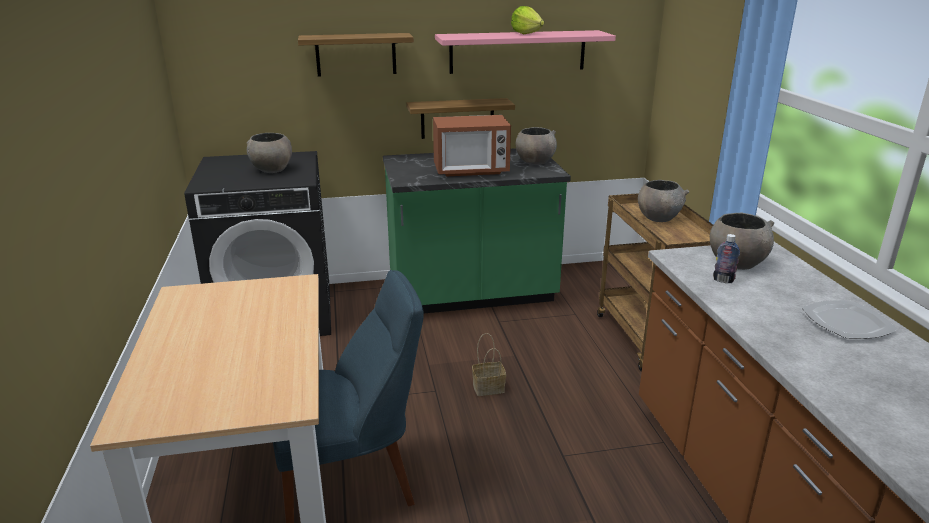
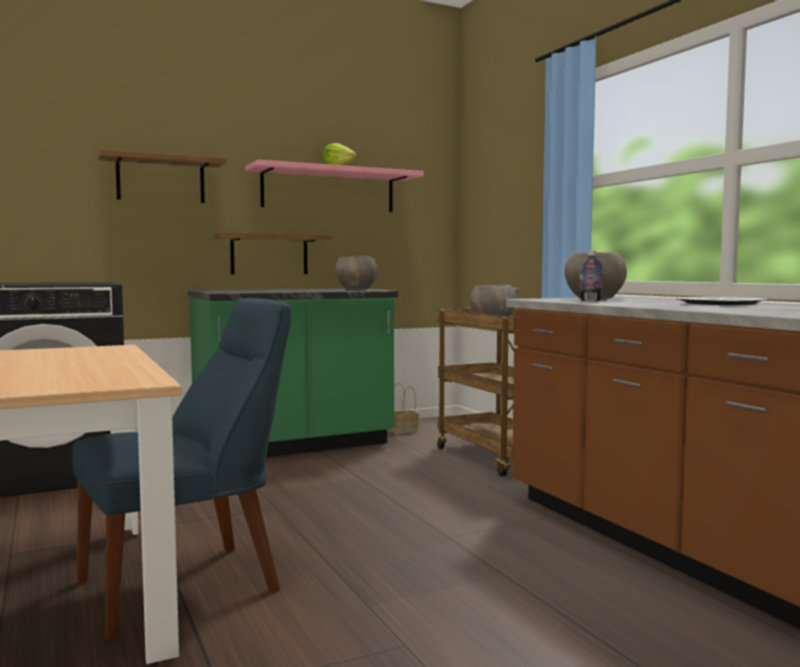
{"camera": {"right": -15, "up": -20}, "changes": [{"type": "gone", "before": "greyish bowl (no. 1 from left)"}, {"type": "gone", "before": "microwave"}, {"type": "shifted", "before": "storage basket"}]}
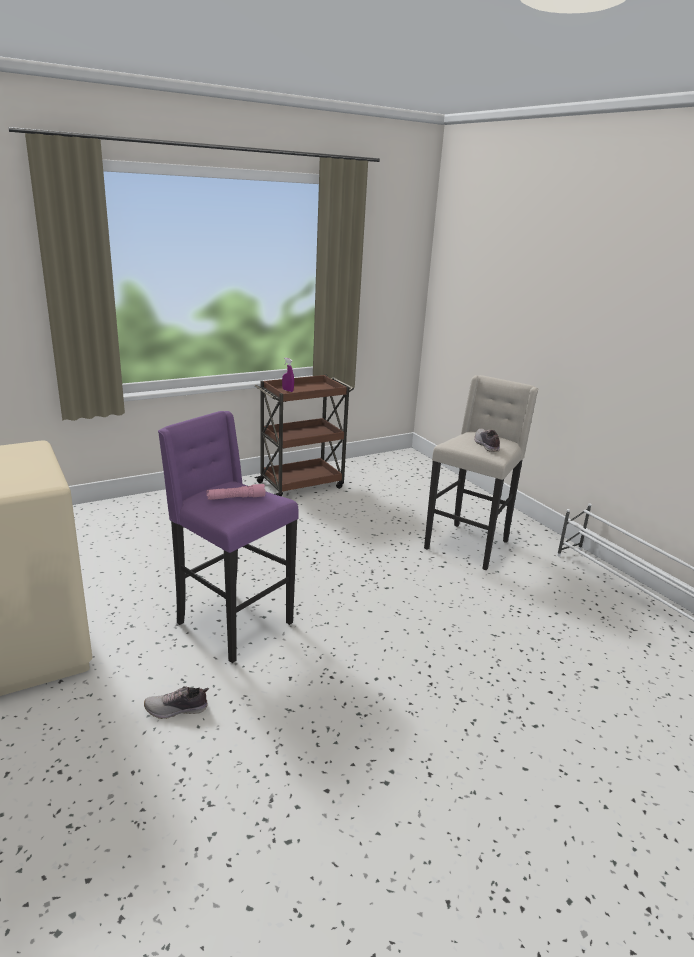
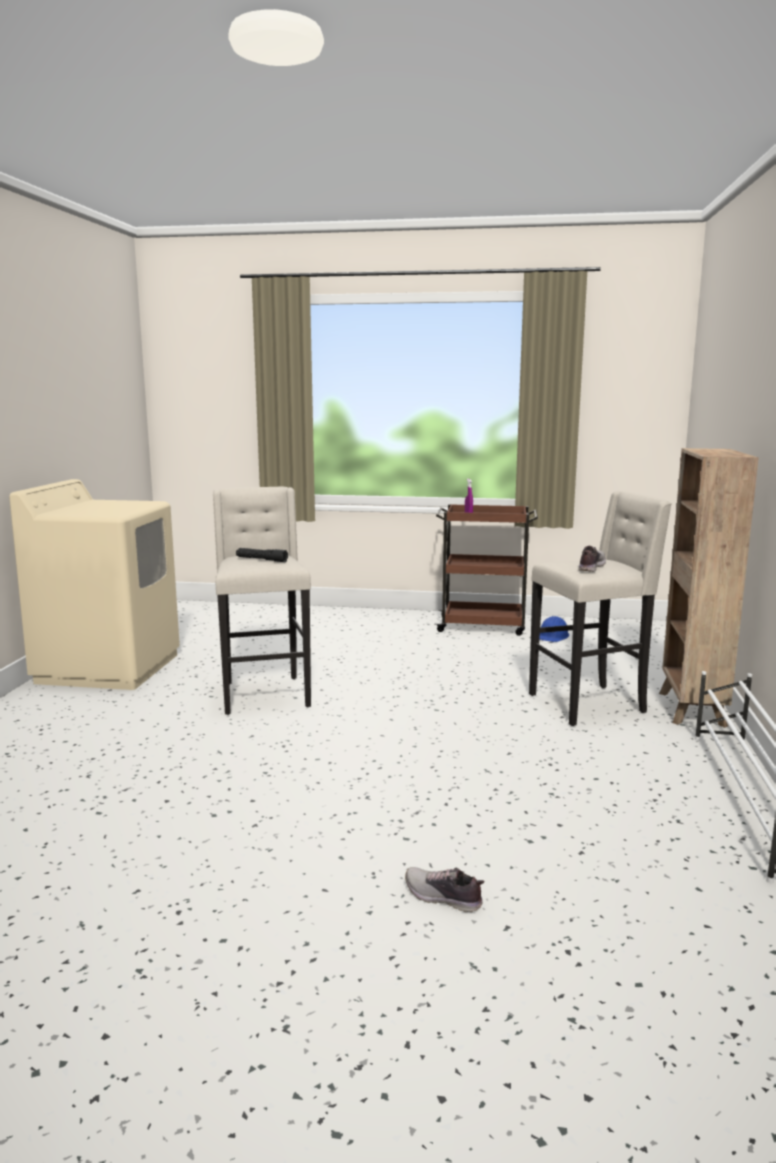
{"camera": {"right": 40, "up": -10}, "changes": [{"type": "new", "after": "bluish hard hat"}, {"type": "new", "after": "brownish bookshelf"}, {"type": "shifted", "before": "low shoe (no. 1 from left)"}, {"type": "repainted", "before": "purple-coloured stool", "after": "beige-coloured stool (no. 1 from left)"}, {"type": "repainted", "before": "pink torch", "after": "black-coloured torch"}]}
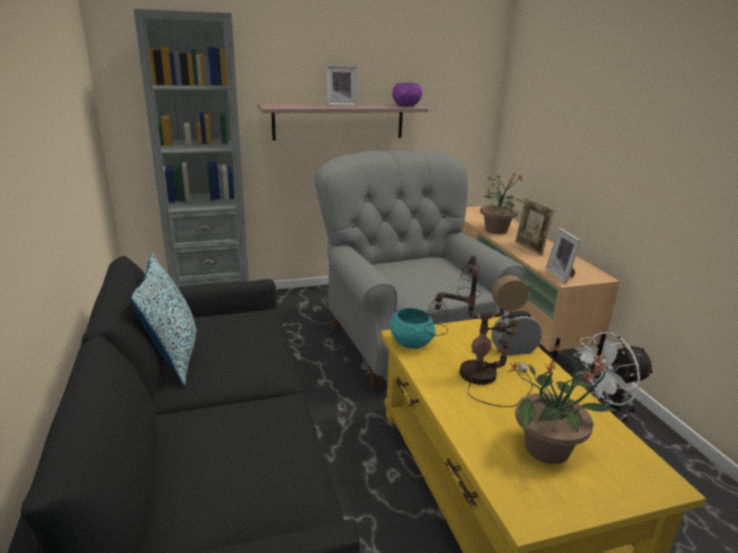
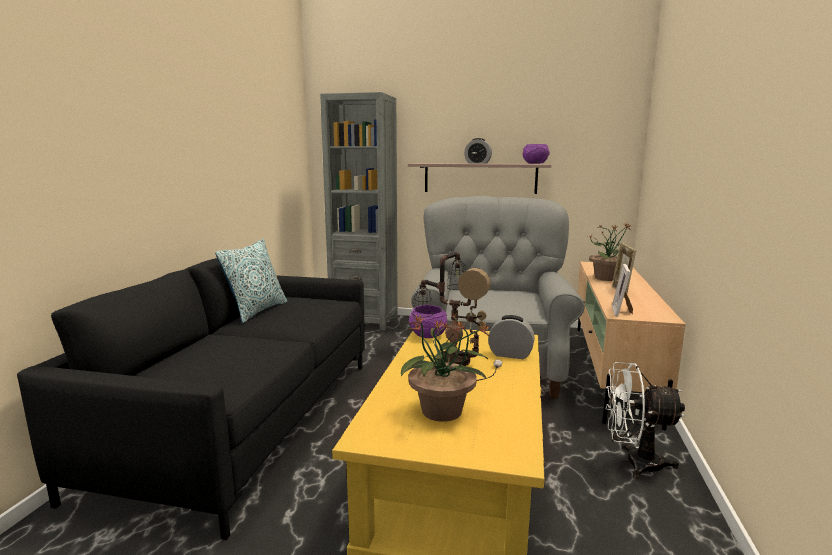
{"camera": {"right": 30, "up": -10}, "changes": [{"type": "swapped", "before": "photo frame (no. 1 from left)", "after": "table clock (no. 1 from left)"}, {"type": "repainted", "before": "blue-green bowl", "after": "purple-coloured bowl (no. 1 from left)"}]}
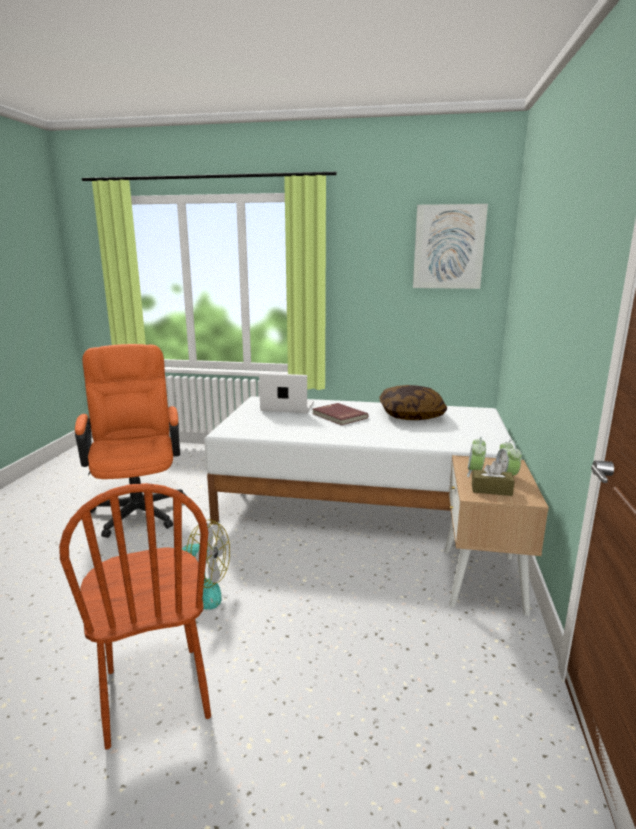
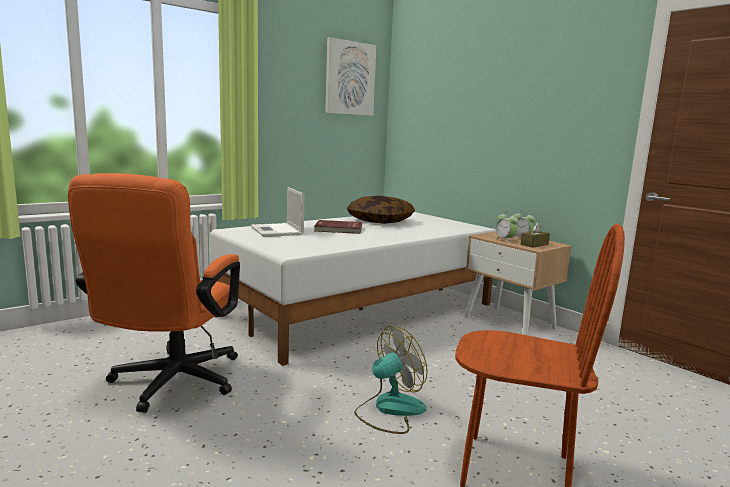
{"camera": {"right": -50, "up": -5}, "changes": [{"type": "rotated", "before": "orangey office chair", "turn": -105}, {"type": "rotated", "before": "notebook computer", "turn": -75}]}
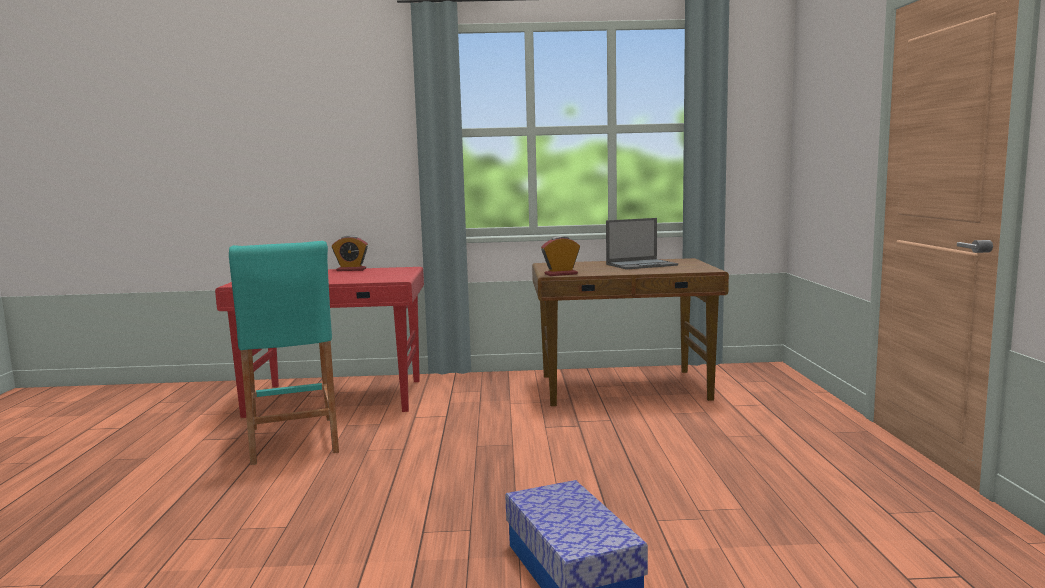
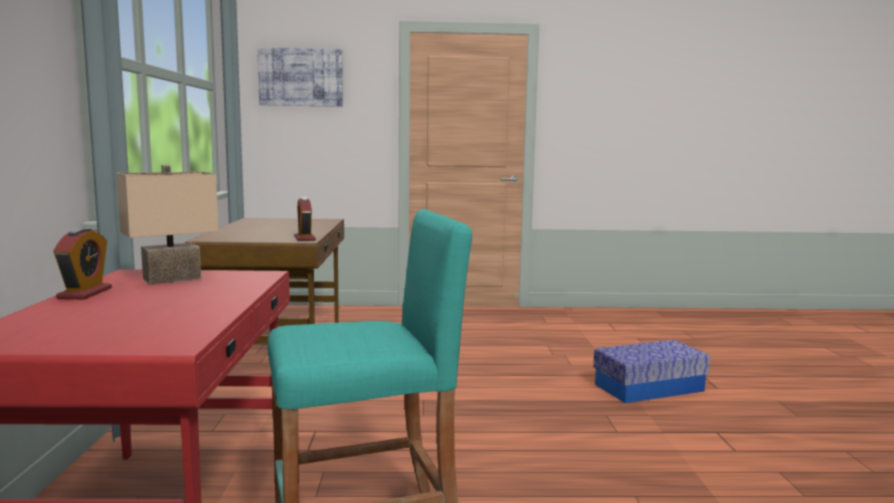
{"camera": {"right": -90, "up": 0}, "changes": [{"type": "gone", "before": "notebook computer"}, {"type": "new", "after": "beige-coloured table lamp"}, {"type": "new", "after": "wall picture"}]}
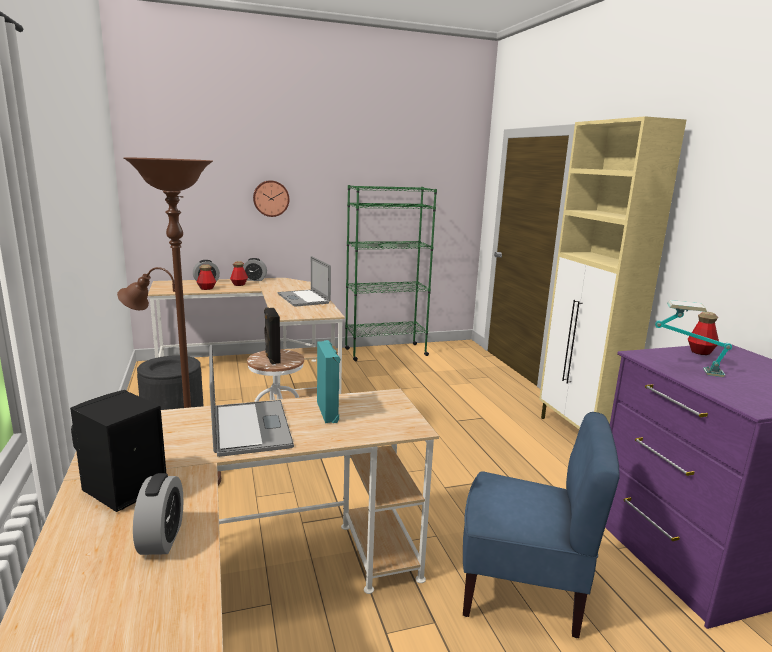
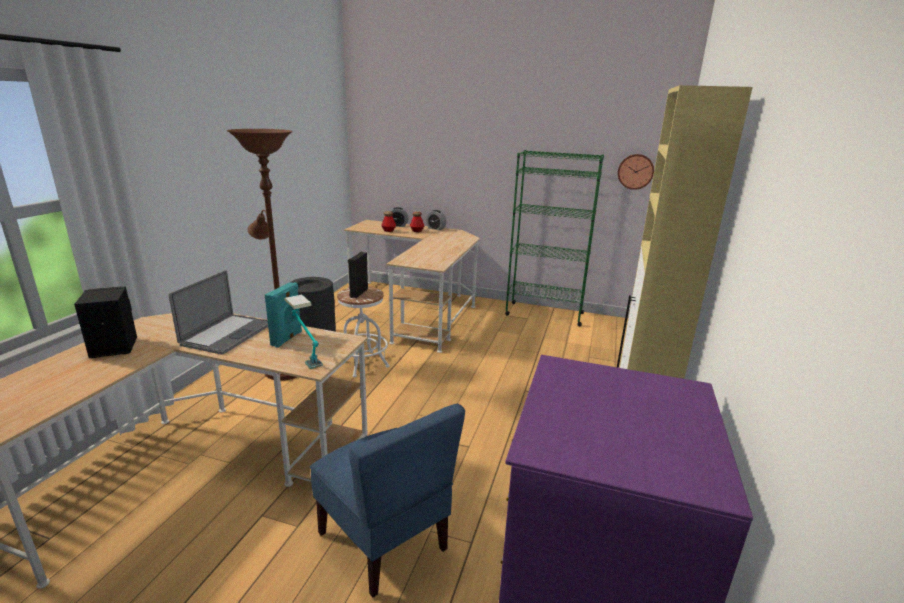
{"camera": {"right": 35, "up": 5}, "changes": [{"type": "gone", "before": "table clock (no. 1 from left)"}, {"type": "gone", "before": "notebook computer (no. 2 from left)"}, {"type": "gone", "before": "bottle (no. 3 from left)"}, {"type": "shifted", "before": "hanging clock"}, {"type": "shifted", "before": "table lamp"}]}
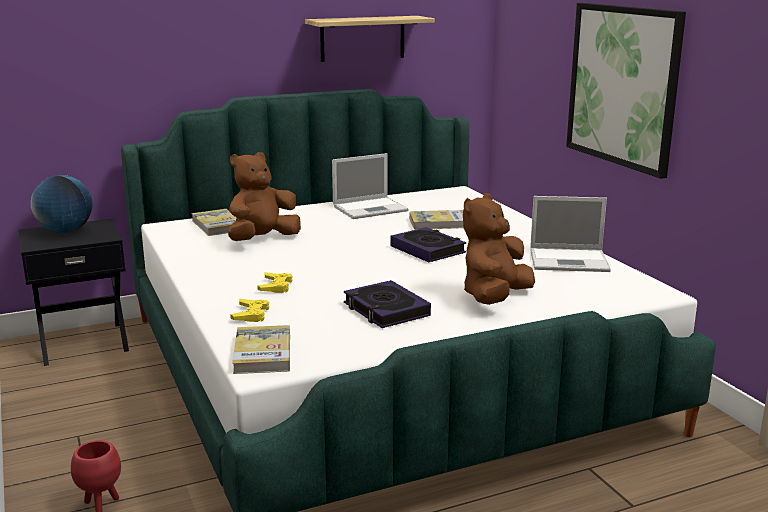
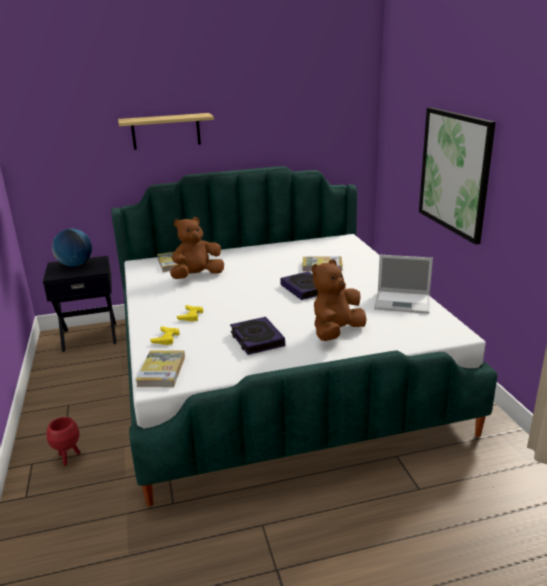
{"camera": {"right": 10, "up": 5}, "changes": [{"type": "gone", "before": "notebook computer (no. 1 from left)"}, {"type": "shifted", "before": "bracket shelf"}]}
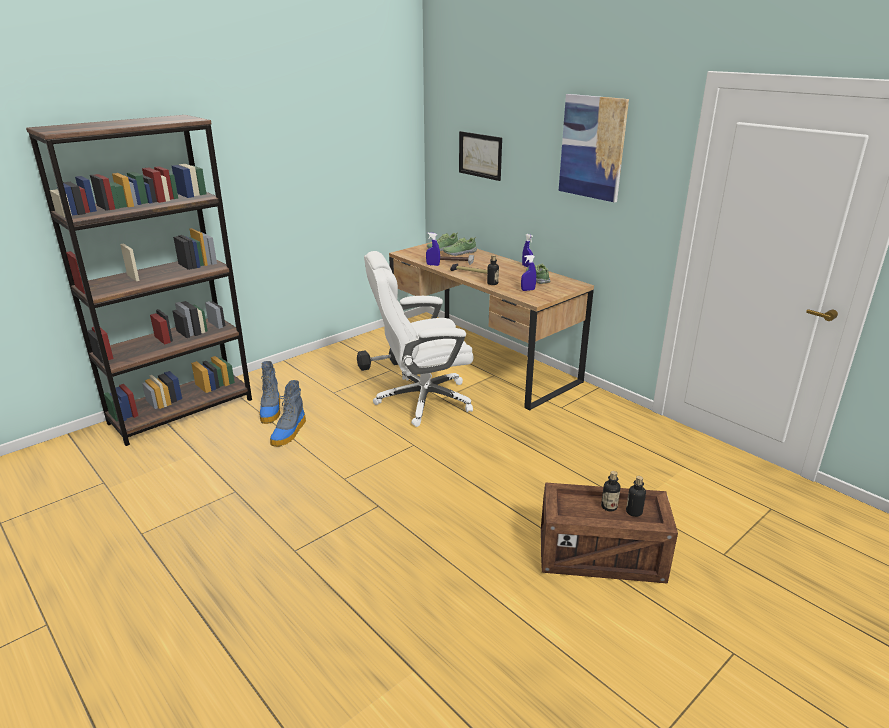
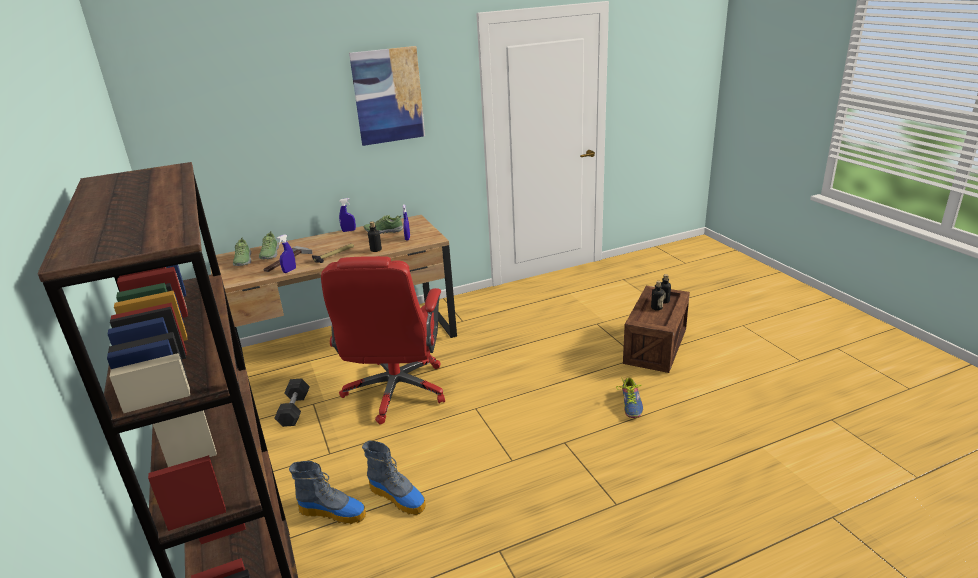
{"camera": {"right": -70, "up": 0}, "changes": [{"type": "gone", "before": "wall picture (no. 1 from left)"}, {"type": "new", "after": "low shoe (no. 4 from left)"}, {"type": "repainted", "before": "whitish office chair", "after": "red-coloured office chair"}]}
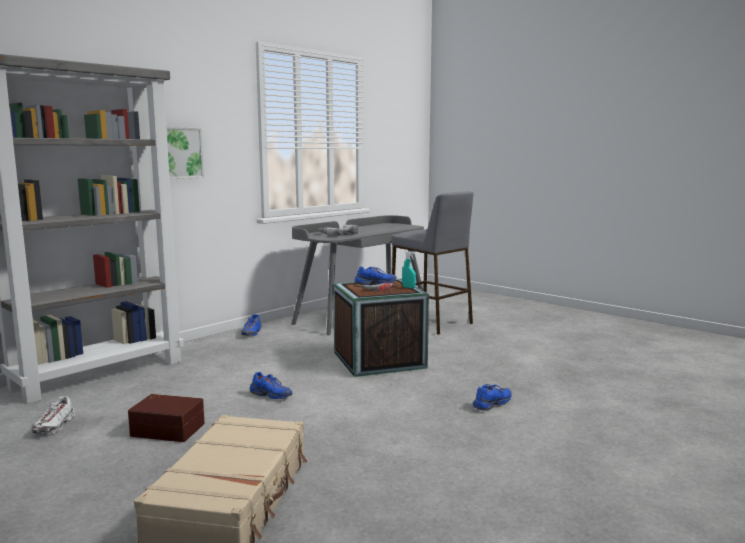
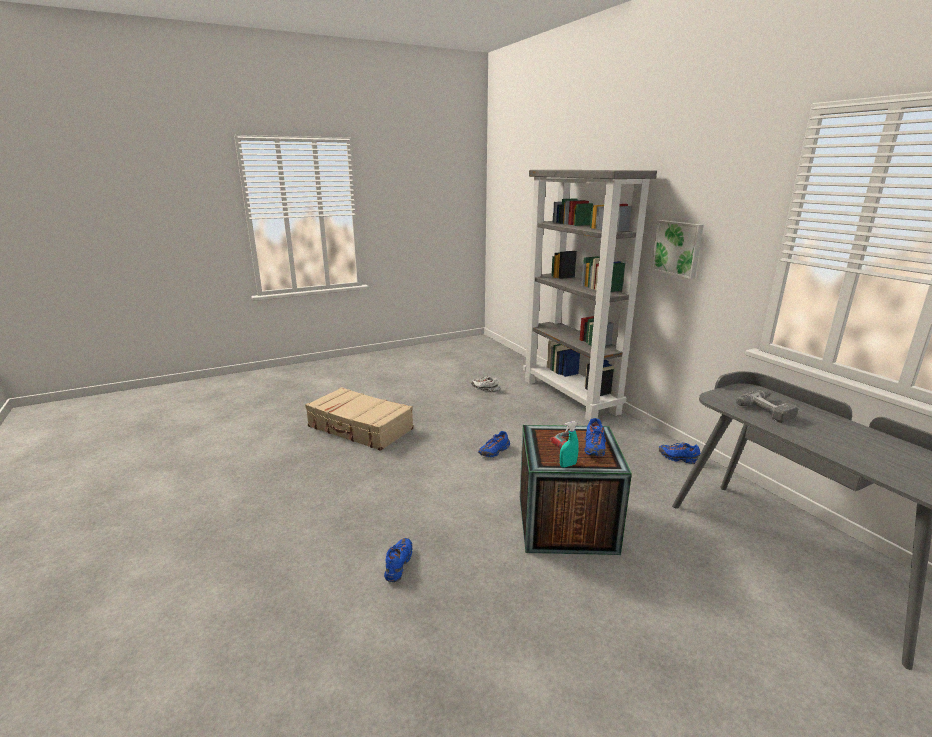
{"camera": {"right": 110, "up": 10}, "changes": [{"type": "gone", "before": "brownish storage box"}, {"type": "gone", "before": "greyish stool"}, {"type": "rotated", "before": "bluish low shoe (no. 4 from left in the first image)", "turn": -150}]}
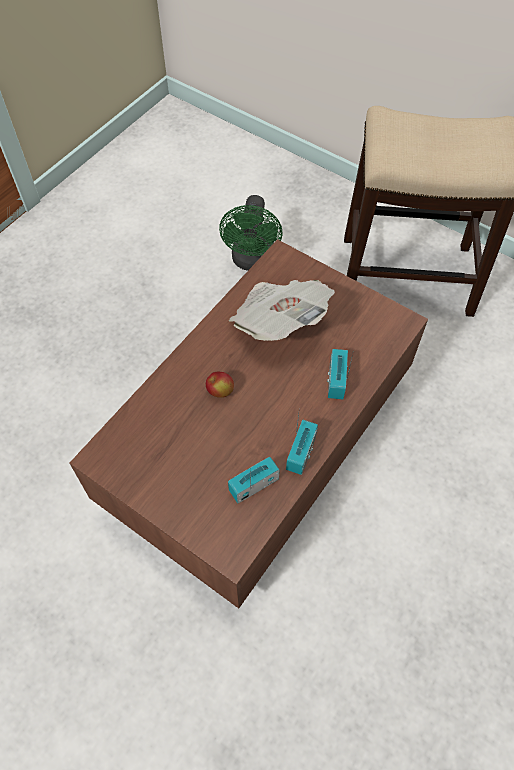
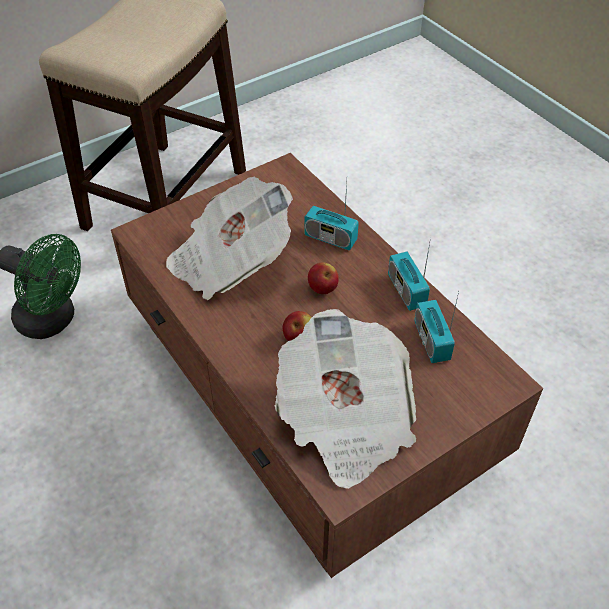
{"camera": {"right": -70, "up": -10}, "changes": [{"type": "new", "after": "newspaper (no. 2 from left)"}, {"type": "new", "after": "whole apple (no. 2 from left)"}, {"type": "rotated", "before": "radio set (no. 2 from left)", "turn": -150}]}
